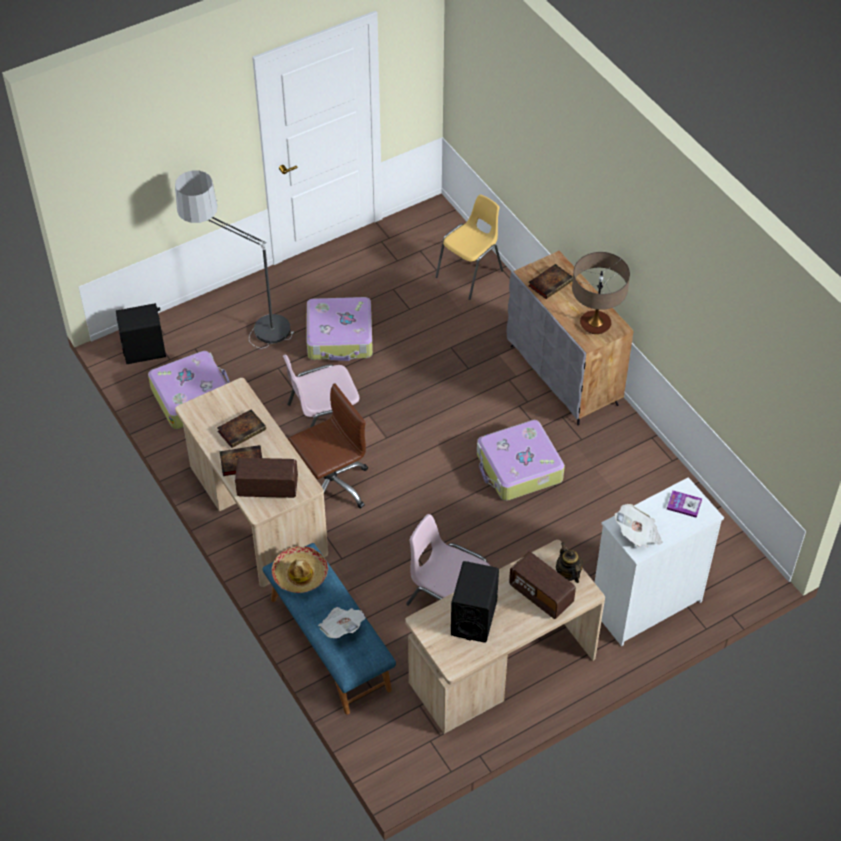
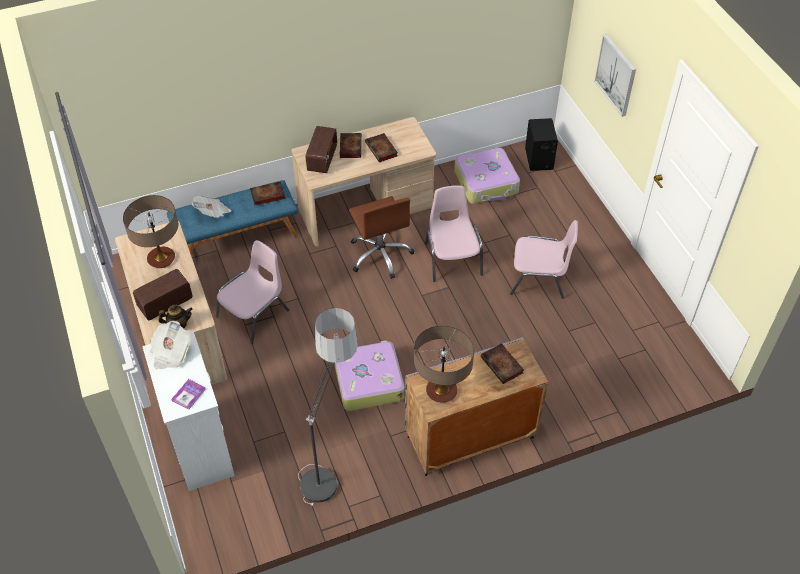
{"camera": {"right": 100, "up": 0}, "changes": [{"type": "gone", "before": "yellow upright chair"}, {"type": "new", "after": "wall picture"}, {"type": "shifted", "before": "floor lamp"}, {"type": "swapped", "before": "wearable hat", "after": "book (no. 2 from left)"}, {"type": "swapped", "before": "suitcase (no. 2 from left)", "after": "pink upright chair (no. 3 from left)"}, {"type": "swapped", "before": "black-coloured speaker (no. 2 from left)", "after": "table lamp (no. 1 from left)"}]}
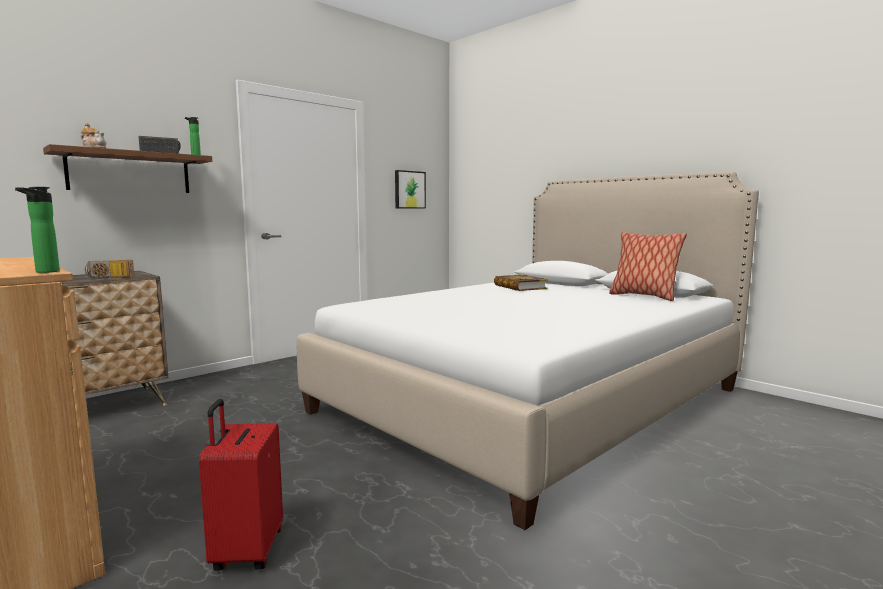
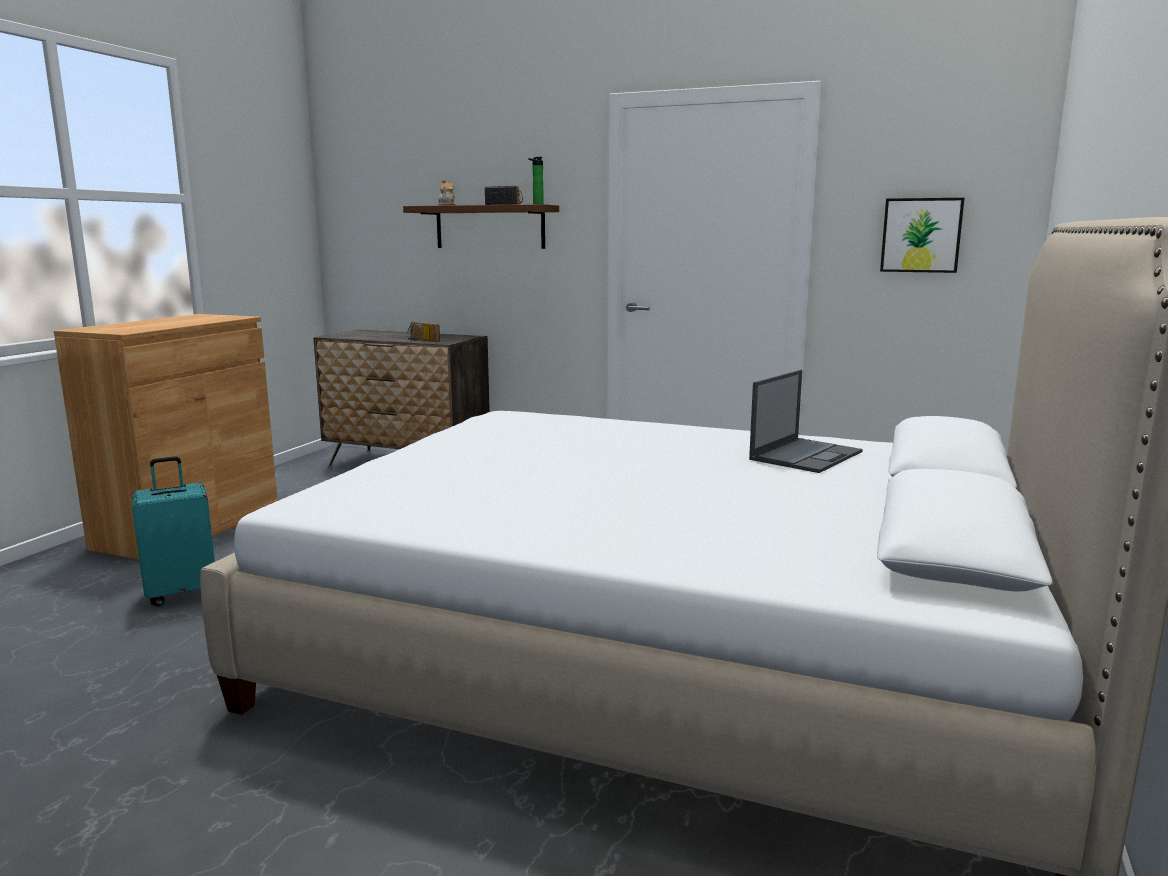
{"camera": {"right": 65, "up": 5}, "changes": [{"type": "gone", "before": "bottle (no. 1 from left)"}, {"type": "gone", "before": "throw pillow"}, {"type": "swapped", "before": "book", "after": "notebook computer"}, {"type": "repainted", "before": "red-coloured suitcase", "after": "blue-green suitcase"}]}
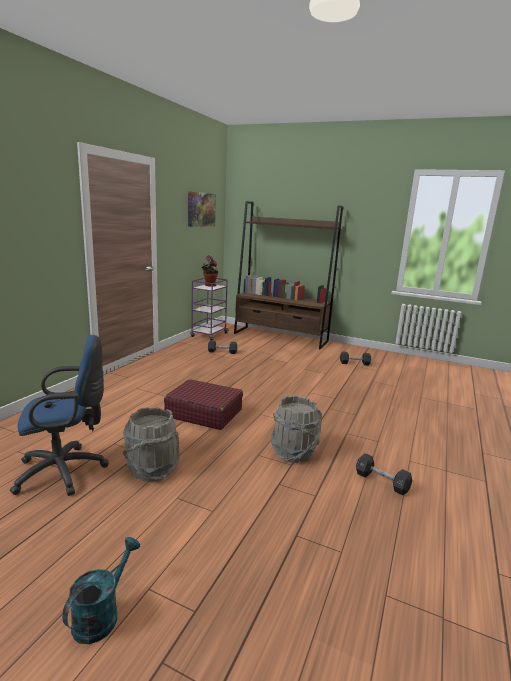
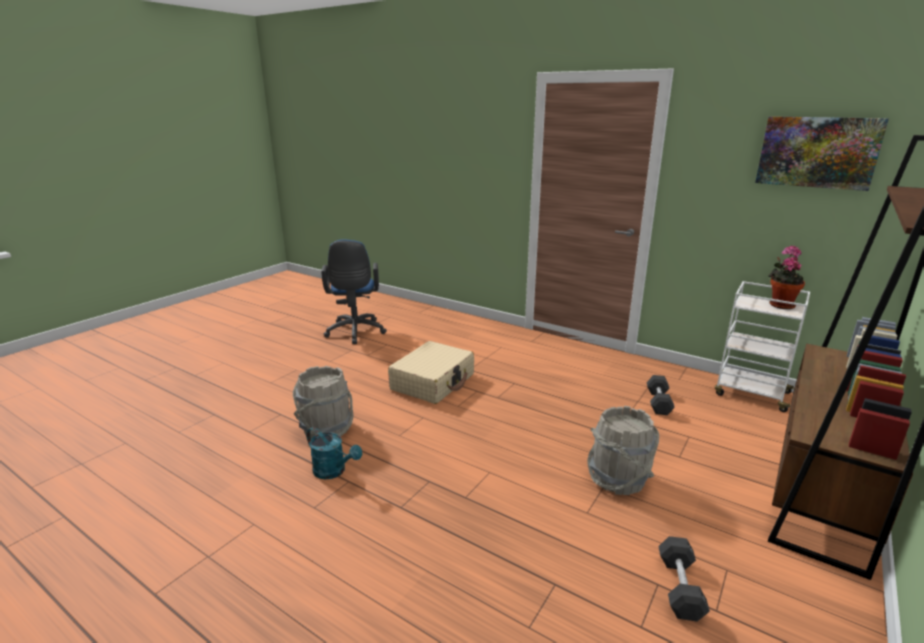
{"camera": {"right": 100, "up": 5}, "changes": [{"type": "gone", "before": "black-coloured free weight (no. 3 from left)"}, {"type": "shifted", "before": "blue-green watering can"}, {"type": "shifted", "before": "greyish pail (no. 1 from left in the first image)", "after": "greyish pail (no. 2 from left)"}, {"type": "repainted", "before": "red-coloured suitcase", "after": "beige-coloured suitcase"}, {"type": "repainted", "before": "purple-coloured wheeled cart", "after": "whitish wheeled cart"}]}
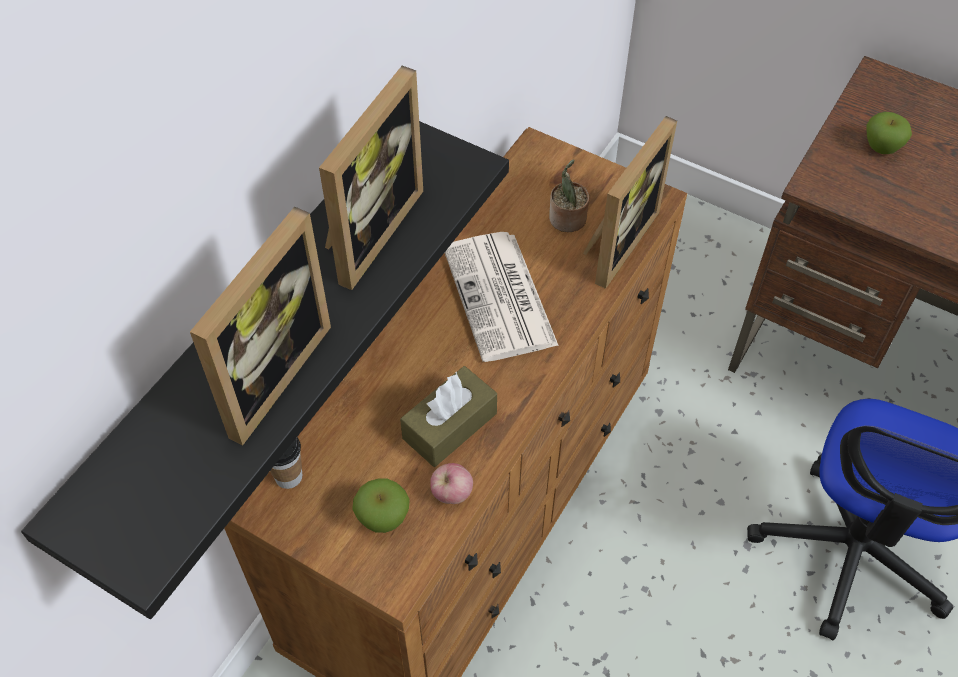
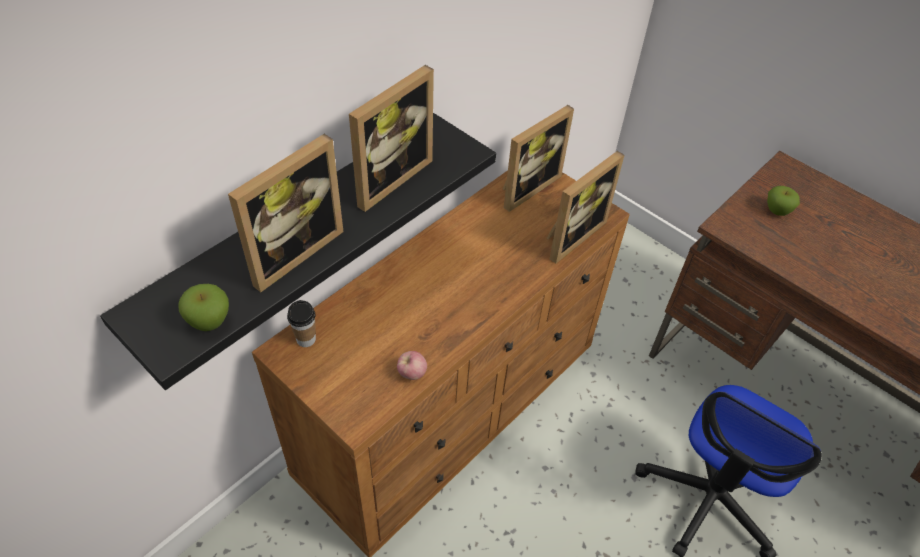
{"camera": {"right": 10, "up": -5}, "changes": [{"type": "gone", "before": "brownish box of tissues"}, {"type": "gone", "before": "newspaper"}, {"type": "gone", "before": "potted plant"}, {"type": "new", "after": "photo frame (no. 3 from left)"}, {"type": "shifted", "before": "whole apple (no. 1 from left)"}]}
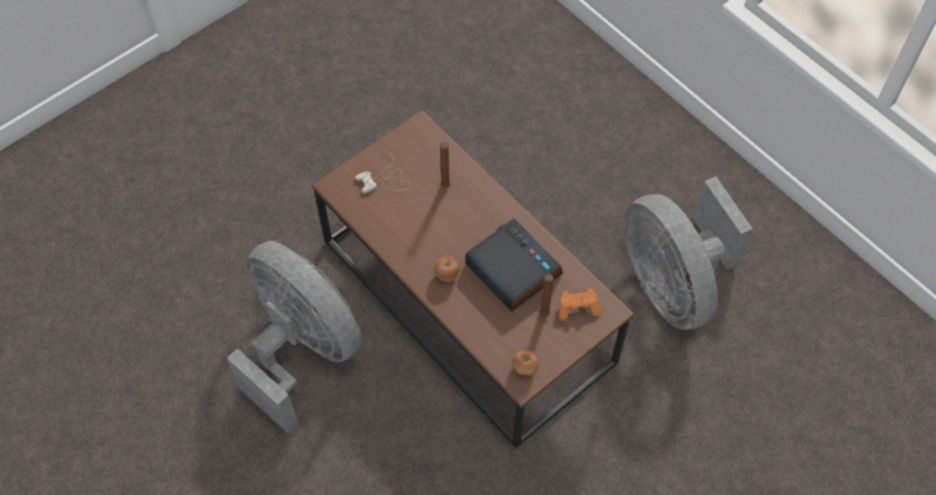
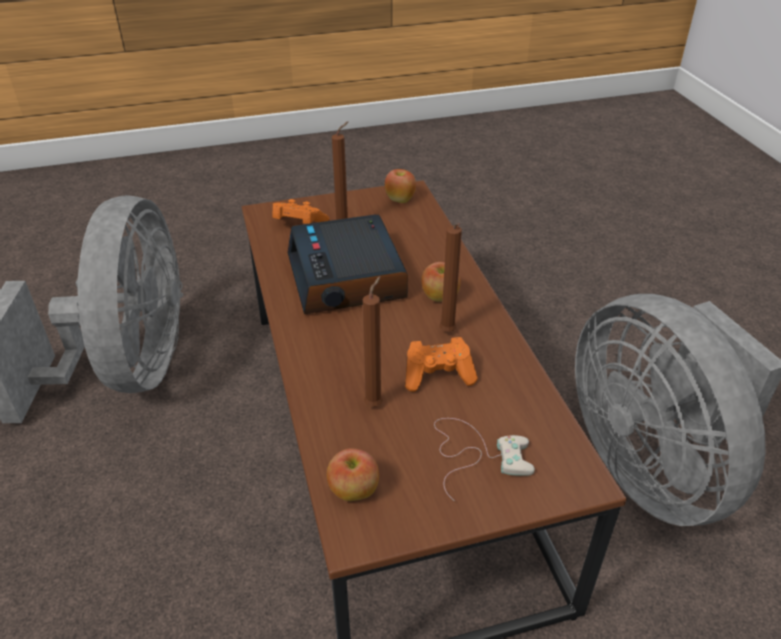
{"camera": {"right": -155, "up": -20}, "changes": [{"type": "new", "after": "whole apple (no. 1 from left)"}, {"type": "new", "after": "orangey game controller (no. 2 from left)"}, {"type": "new", "after": "brownish wax candle (no. 3 from left)"}]}
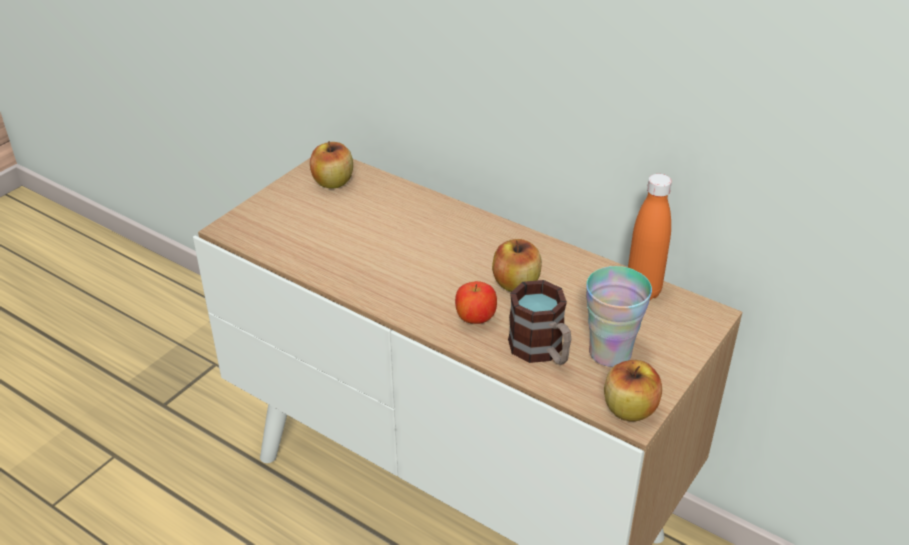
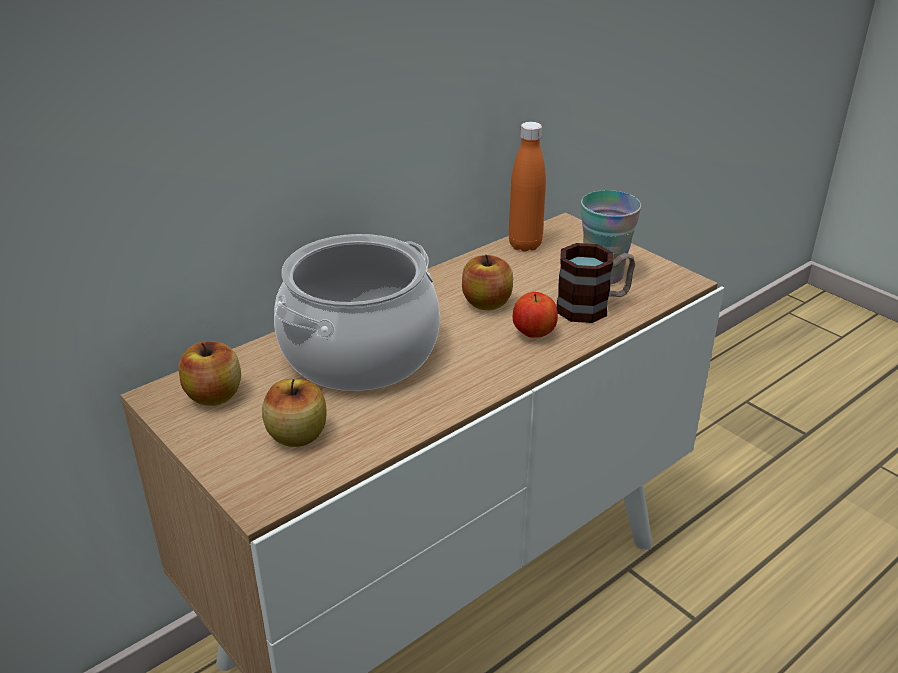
{"camera": {"right": -75, "up": -5}, "changes": [{"type": "new", "after": "stockpot"}, {"type": "shifted", "before": "whole apple (no. 4 from left in the first image)", "after": "whole apple (no. 2 from left)"}]}
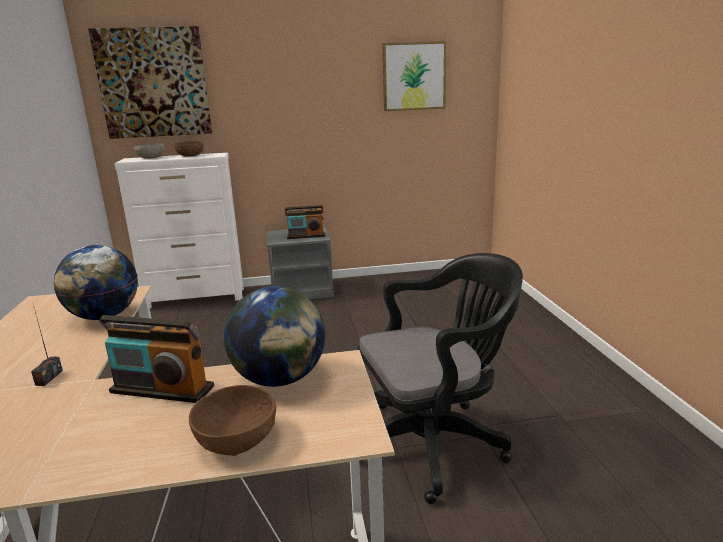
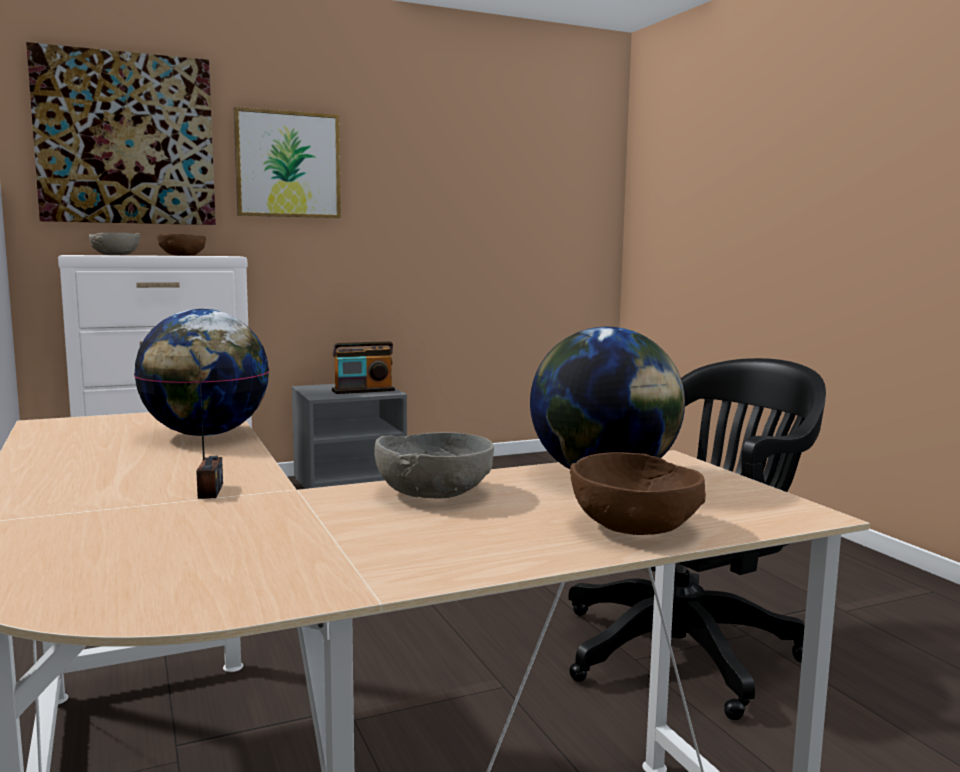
{"camera": {"right": -15, "up": -10}, "changes": [{"type": "shifted", "before": "wall picture (no. 2 from left)"}, {"type": "swapped", "before": "radio set (no. 2 from left)", "after": "greyish bowl (no. 2 from left)"}]}
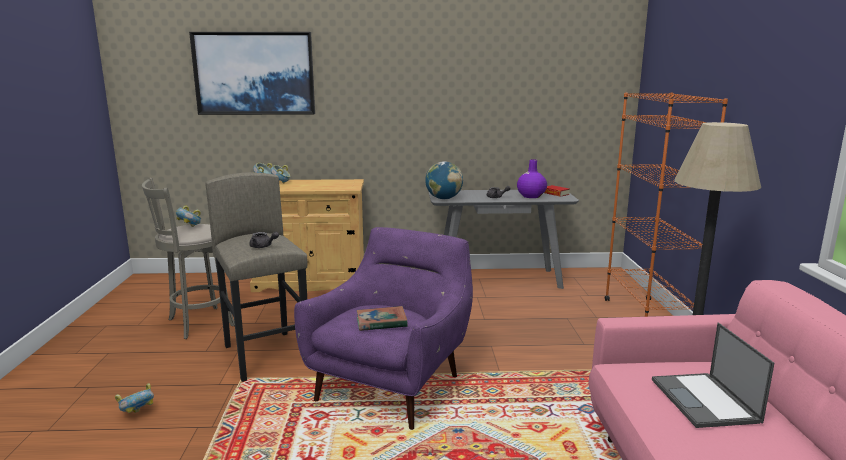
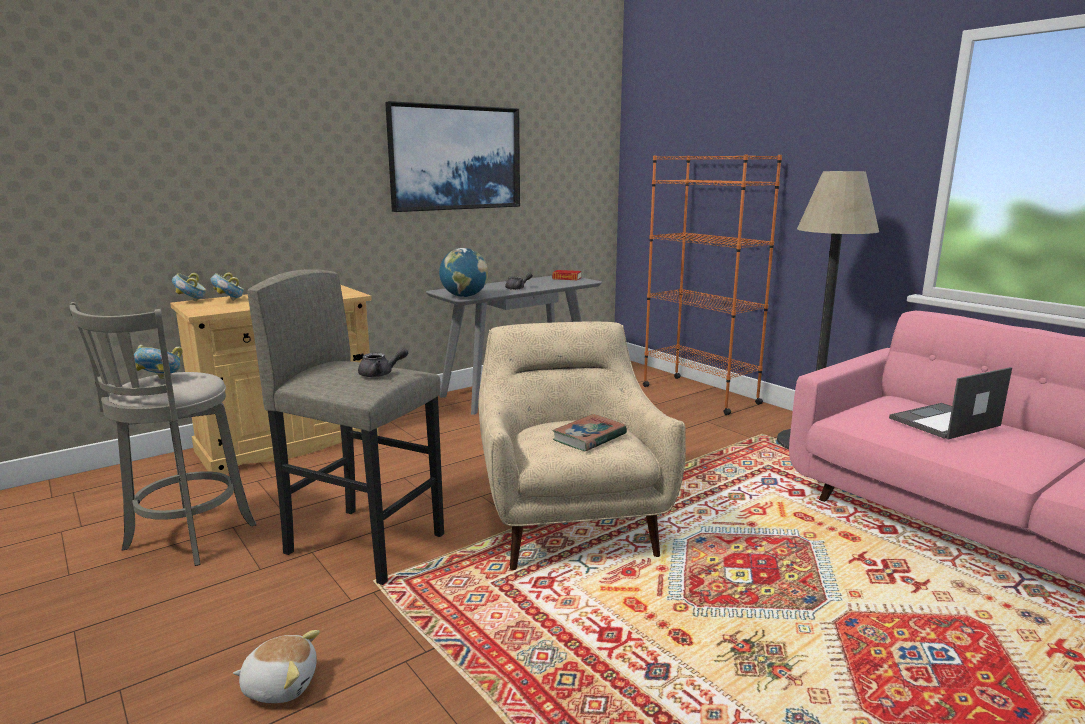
{"camera": {"right": -35, "up": 0}, "changes": [{"type": "gone", "before": "purple-coloured flower vase"}, {"type": "shifted", "before": "wall picture"}, {"type": "swapped", "before": "bowl (no. 1 from left)", "after": "plush toy"}, {"type": "repainted", "before": "purple-coloured armchair", "after": "beige-coloured armchair"}, {"type": "rotated", "before": "notebook computer", "turn": 105}]}
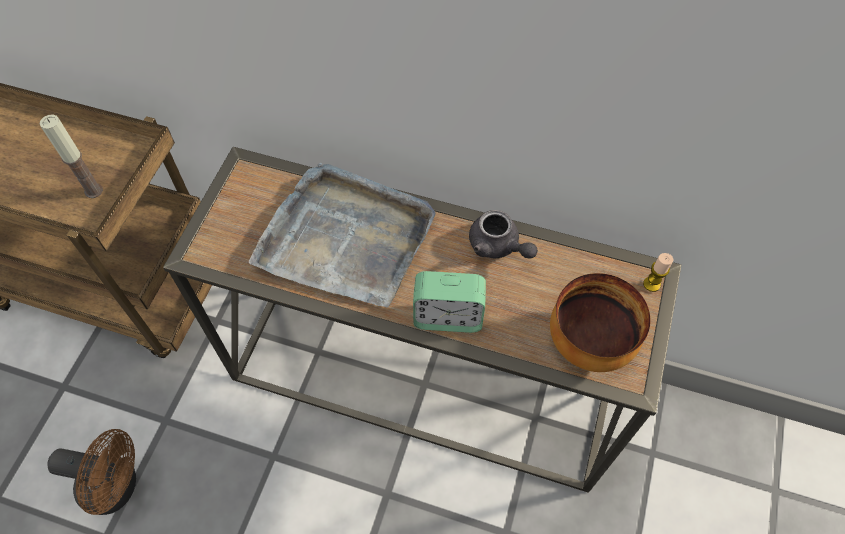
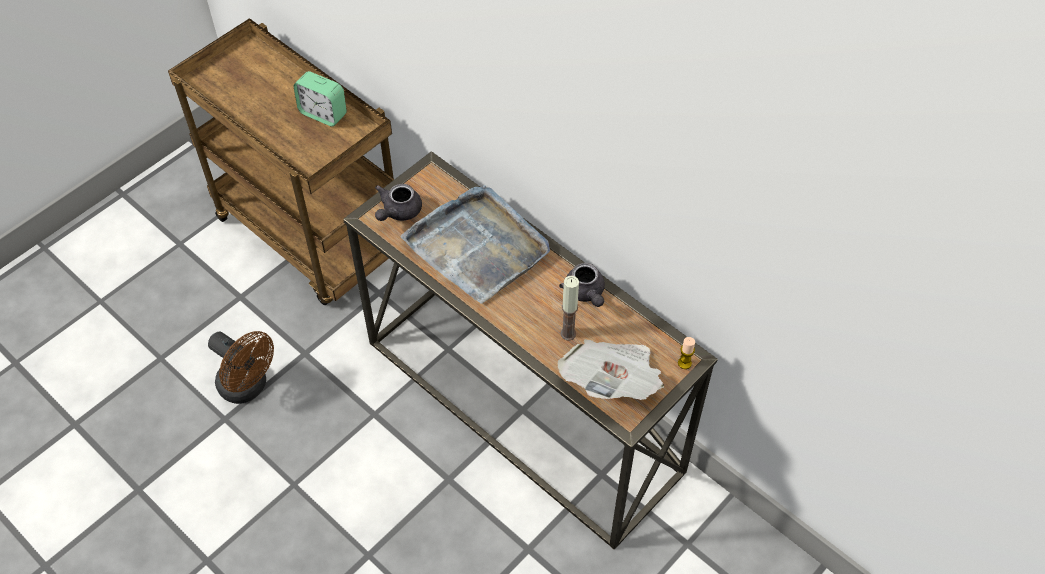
{"camera": {"right": 25, "up": -5}, "changes": [{"type": "new", "after": "greyish tea pot (no. 1 from left)"}, {"type": "shifted", "before": "wax candle (no. 1 from left)"}, {"type": "shifted", "before": "table clock"}, {"type": "swapped", "before": "bowl", "after": "newspaper"}]}
